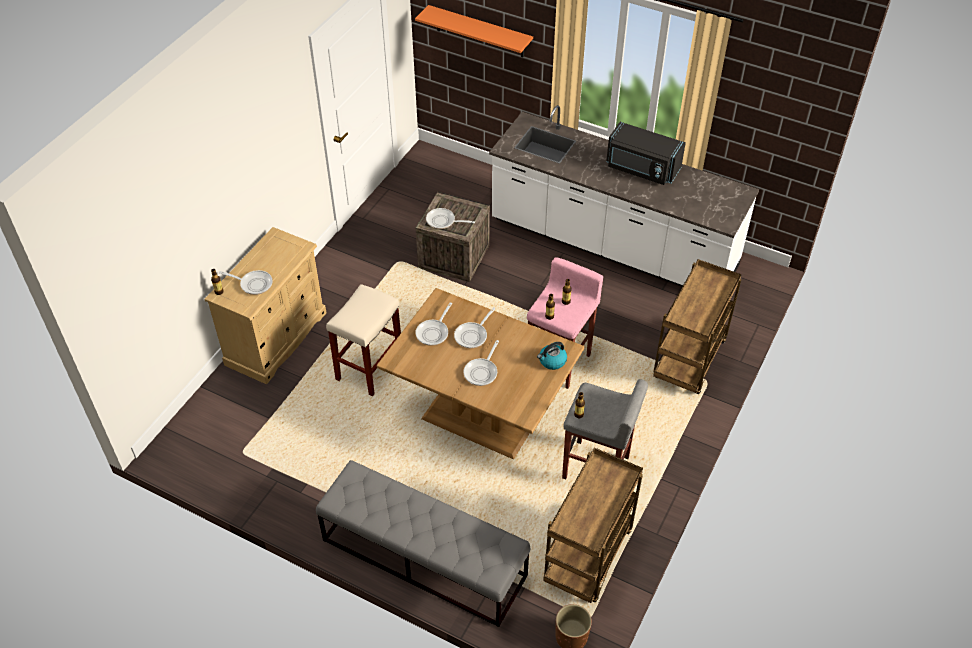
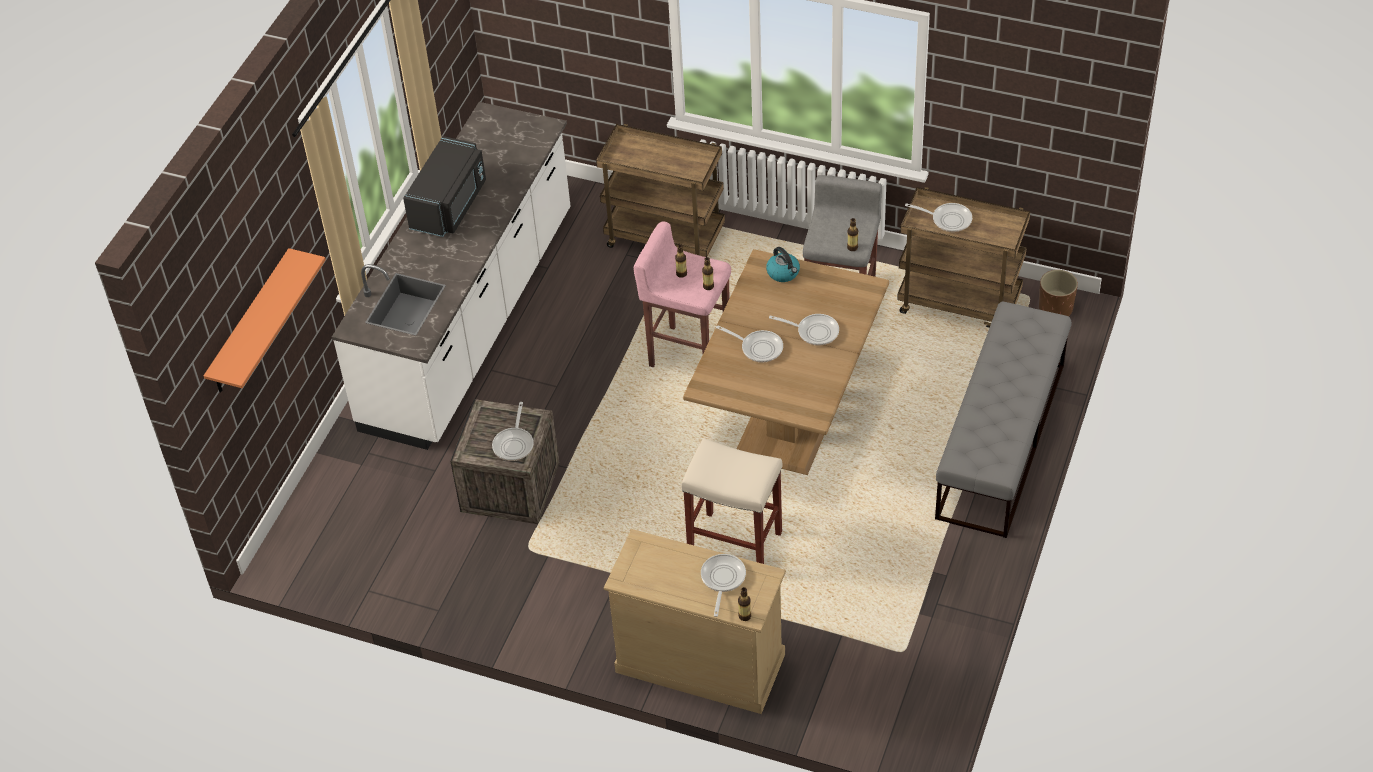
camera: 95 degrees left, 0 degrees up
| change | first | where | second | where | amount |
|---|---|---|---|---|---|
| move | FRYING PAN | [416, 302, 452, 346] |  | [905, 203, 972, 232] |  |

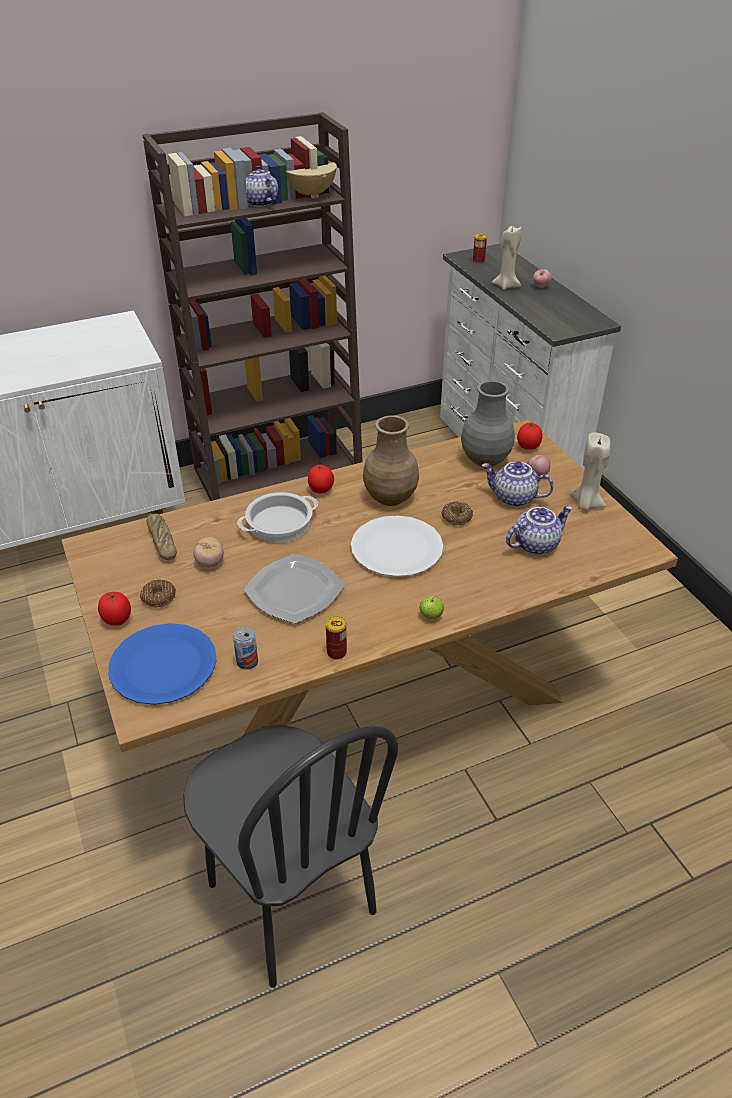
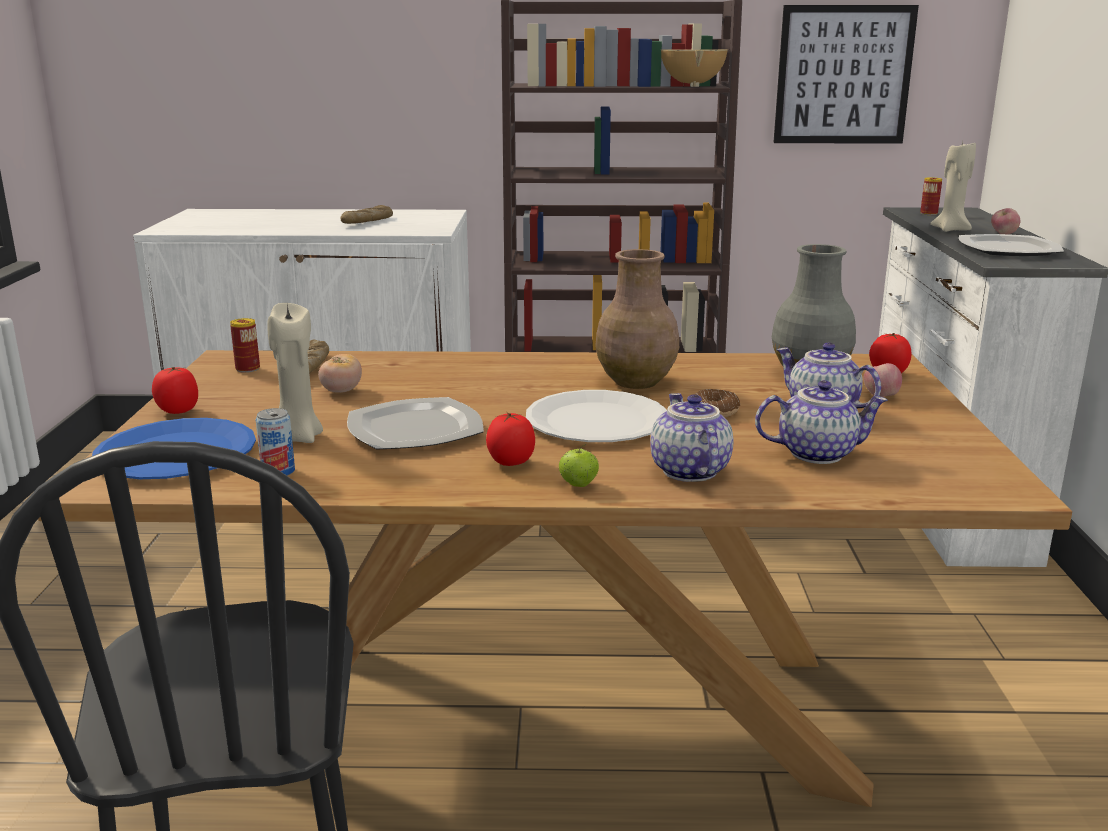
camera: 25 degrees right, 20 degrees down
| change | first | where | second | where | amount |
|---|---|---|---|---|---|
| delete | DONUT | [140, 580, 176, 607] |  |  |  |
| delete | COOKING POT | [237, 492, 318, 543] |  |  |  |
| move | TEAPOT | [246, 166, 278, 207] |  | [650, 393, 733, 482] |  |
| move | TOMATO | [308, 465, 334, 494] |  | [486, 412, 535, 466] |  |
| move | CAN | [326, 616, 347, 660] |  | [230, 318, 260, 373] |  |
| move | BEIGE CANDLE | [570, 433, 611, 511] |  | [267, 303, 323, 443] |  |
| insert |  |  | BREAD | [341, 205, 393, 224] |  |
| insert |  |  | PICTURE | [773, 5, 919, 144] |  |
| insert |  |  | PLATE | [959, 234, 1064, 256] |  |

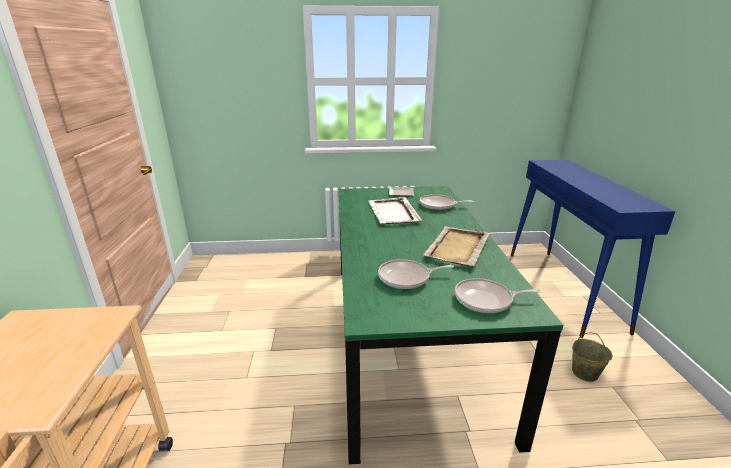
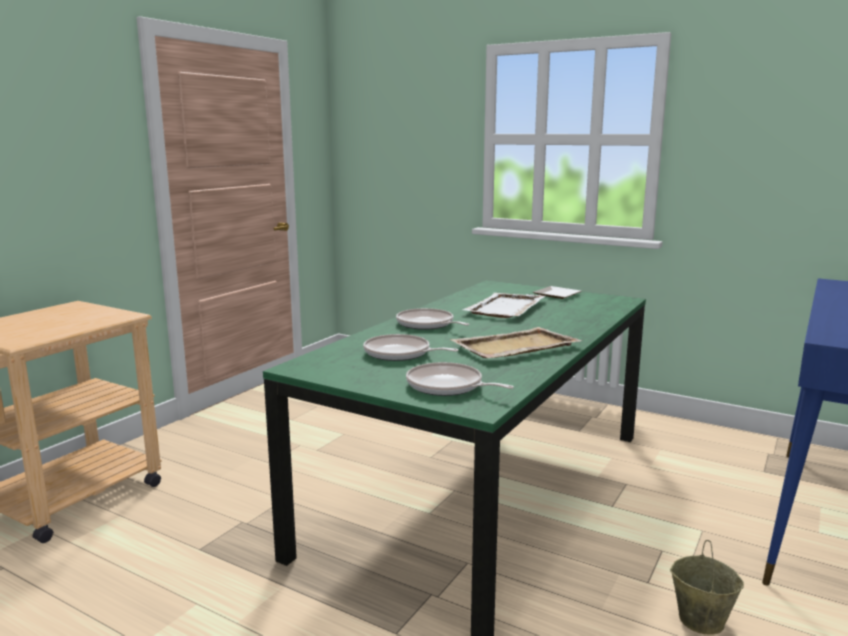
camera: 35 degrees right, 10 degrees down
| change | first | where | second | where | amount |
|---|---|---|---|---|---|
| move | FRYING PAN | [420, 194, 474, 210] |  | [396, 308, 470, 330] |  |

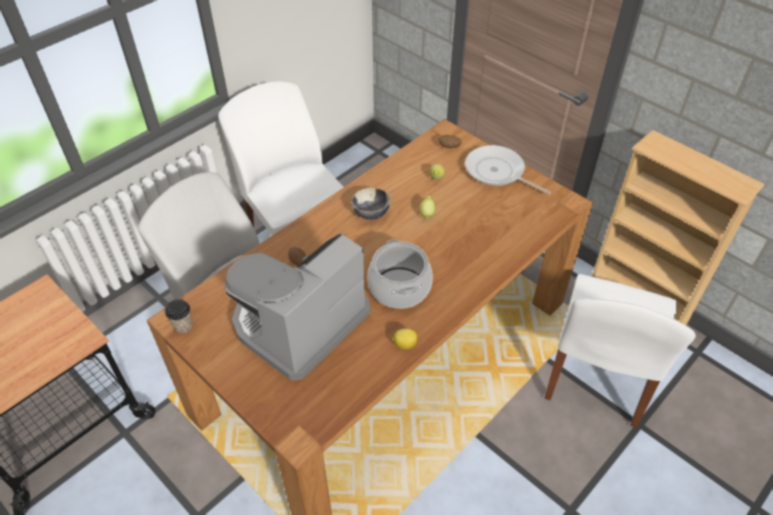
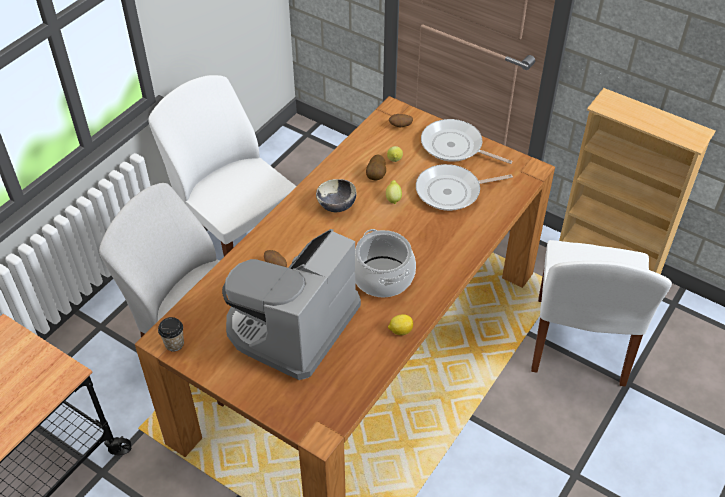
camera: 10 degrees left, 0 degrees up
| change | first | where | second | where | amount |
|---|---|---|---|---|---|
| insert |  |  | POTATO | [366, 154, 386, 180] |  |
| insert |  |  | FRYING PAN | [416, 164, 513, 211] |  |

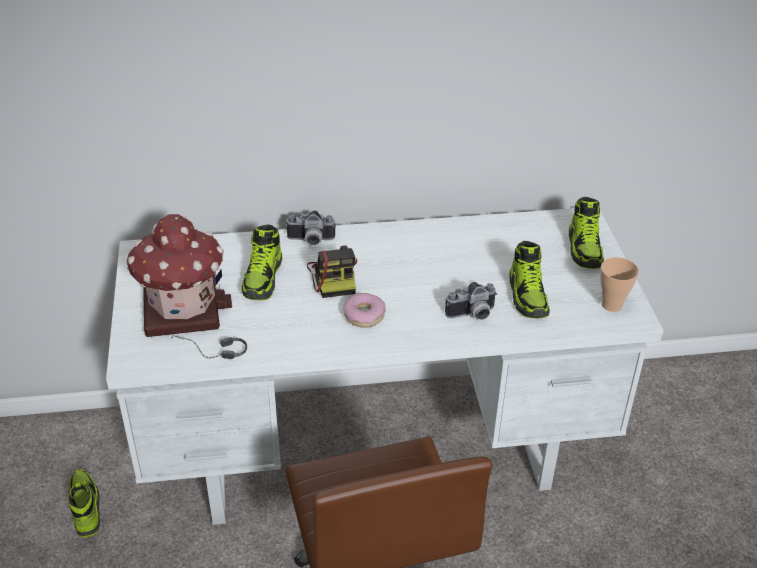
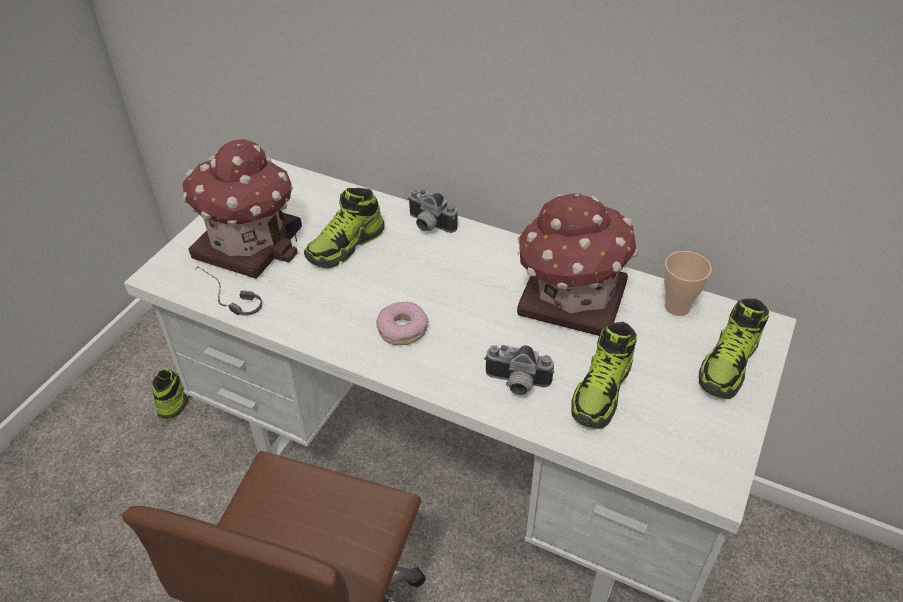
camera: 35 degrees right, 5 degrees up
| change | first | where | second | where | amount |
|---|---|---|---|---|---|
| delete | PHOTO CAMERA | [307, 245, 357, 298] |  |  |  |
| move | CUP | [600, 257, 639, 312] |  | [664, 251, 712, 316] |  |
| insert |  |  | TOY HOUSE | [517, 194, 638, 336] |  |

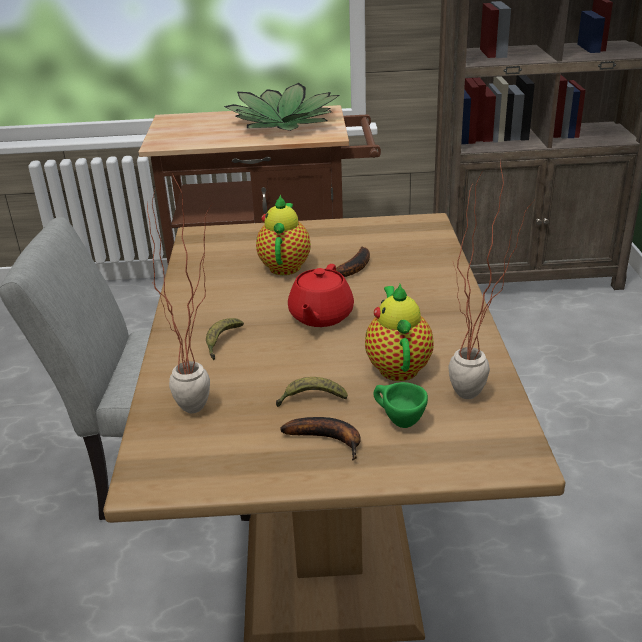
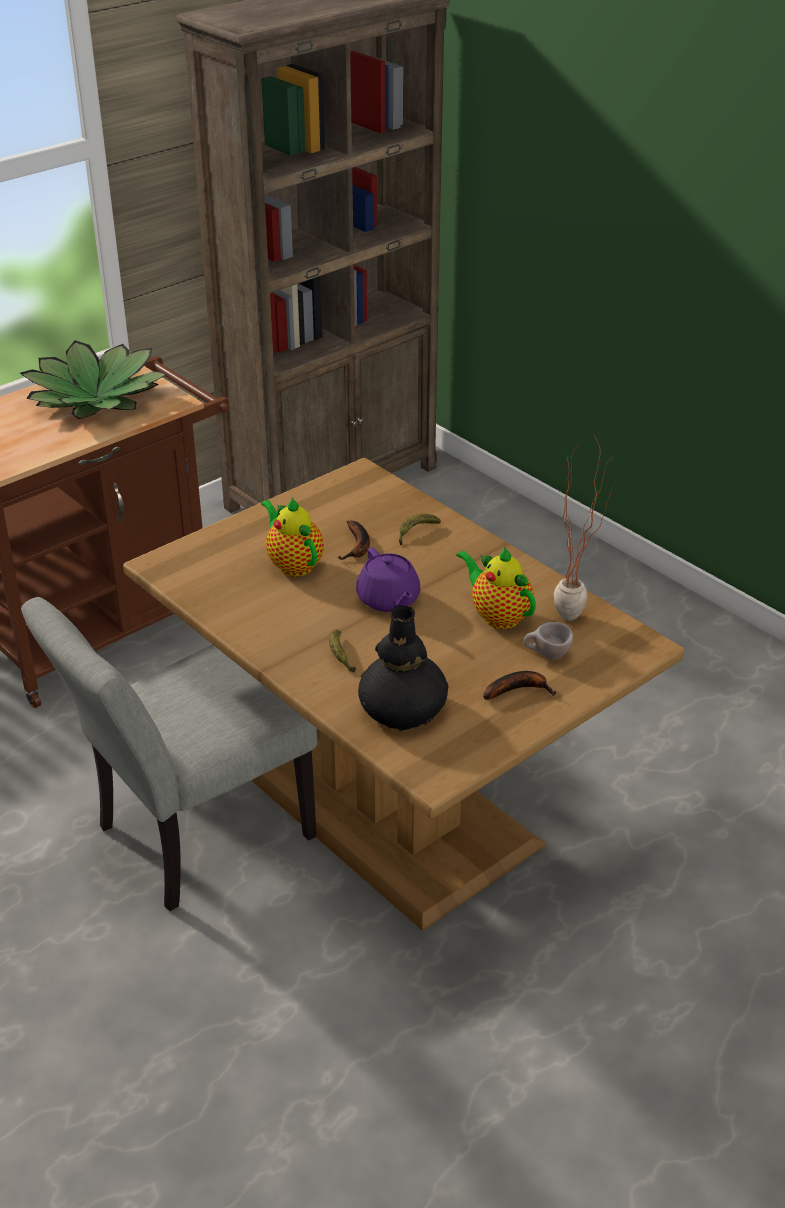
camera: 40 degrees left, 5 degrees up
| change | first | where | second | where | amount |
|---|---|---|---|---|---|
| replace | POTTED PLANT | [147, 176, 212, 413] | BLACK VASE | [358, 605, 448, 731] |  |
| move | BANANA | [276, 377, 348, 407] |  | [399, 514, 441, 545] |  |
| recolor | RED TEAPOT | [288, 264, 354, 327] | PURPLE TEAPOT | [356, 548, 420, 612] |  |
| recolor | GREEN CUP | [374, 382, 428, 428] | BEIGE CUP | [524, 622, 573, 660] |  |

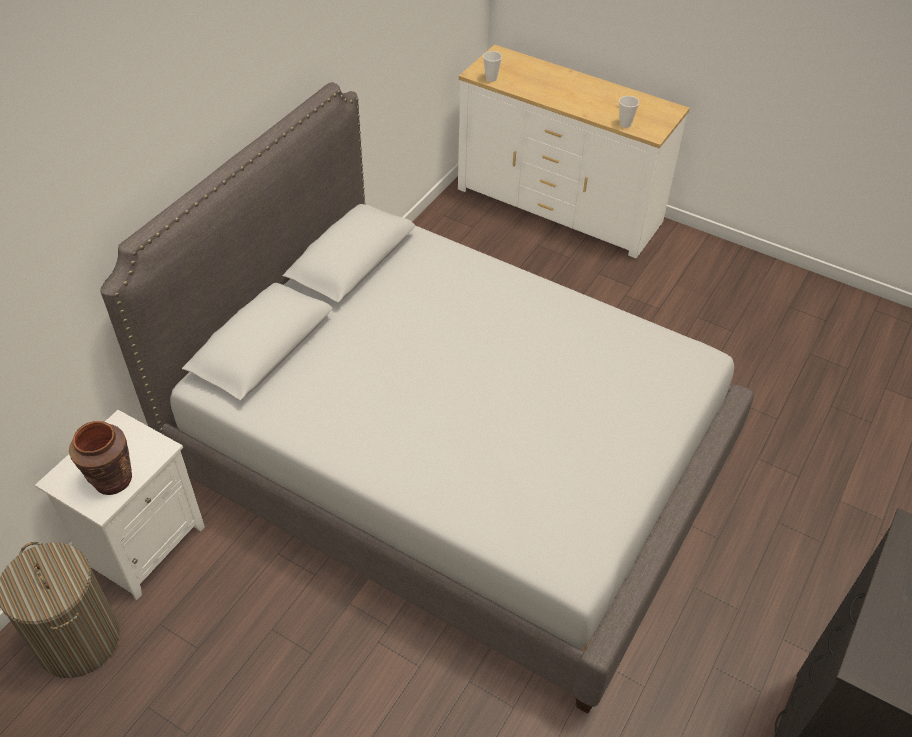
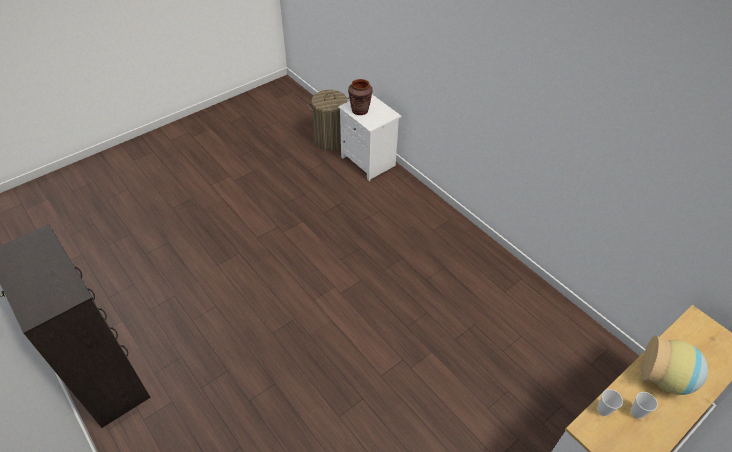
camera: 110 degrees right, 0 degrees up
| change | first | where | second | where | amount |
|---|---|---|---|---|---|
| delete | GREY BED | [100, 82, 754, 714] |  |  |  |
| move | CUP | [483, 51, 502, 82] |  | [631, 392, 658, 419] |  |
| insert |  |  | VASE | [641, 336, 708, 395] |  |

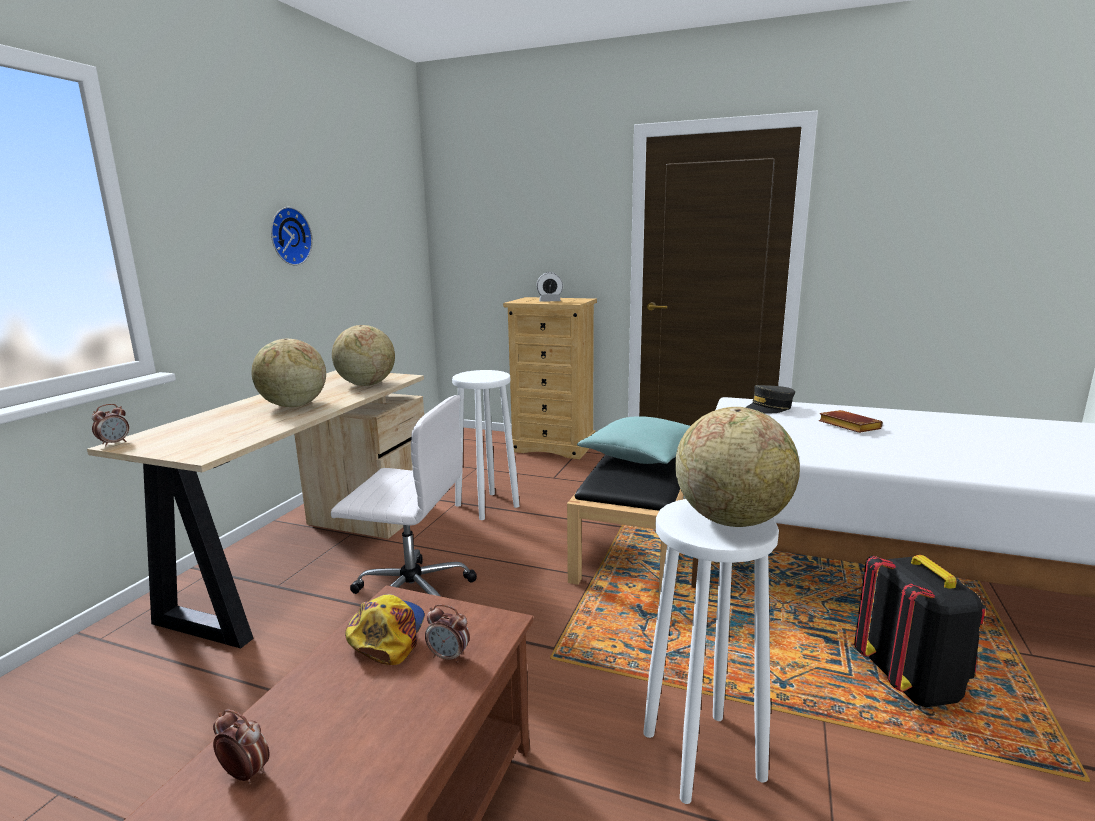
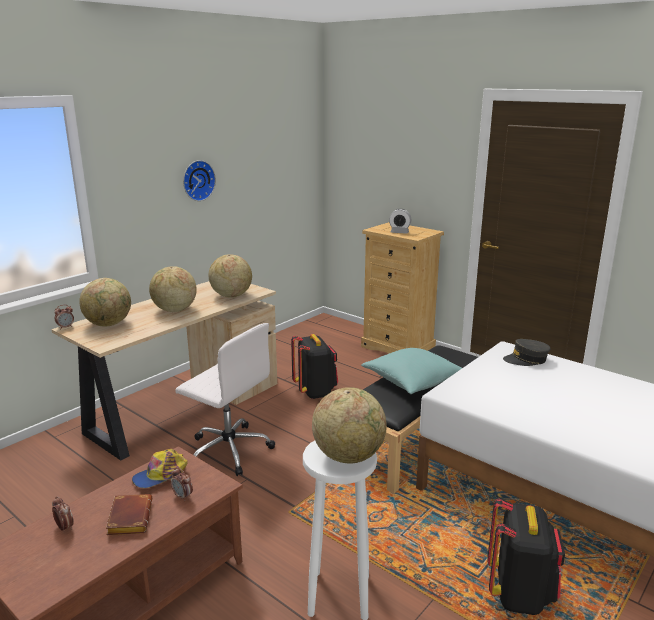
camera: 20 degrees right, 5 degrees up
| change | first | where | second | where | amount |
|---|---|---|---|---|---|
| rotate | CAP | [345, 594, 425, 665] |  | [132, 449, 188, 488] | 150 degrees counterclockwise |
| replace | WHITE STOOL | [452, 370, 519, 520] | BLACK BACKPACK | [291, 334, 338, 399] |  |
| move | BROWN BOOK | [819, 410, 883, 433] |  | [106, 494, 152, 535] |  |
| insert |  |  | GLOBE | [79, 278, 131, 327] |  |

